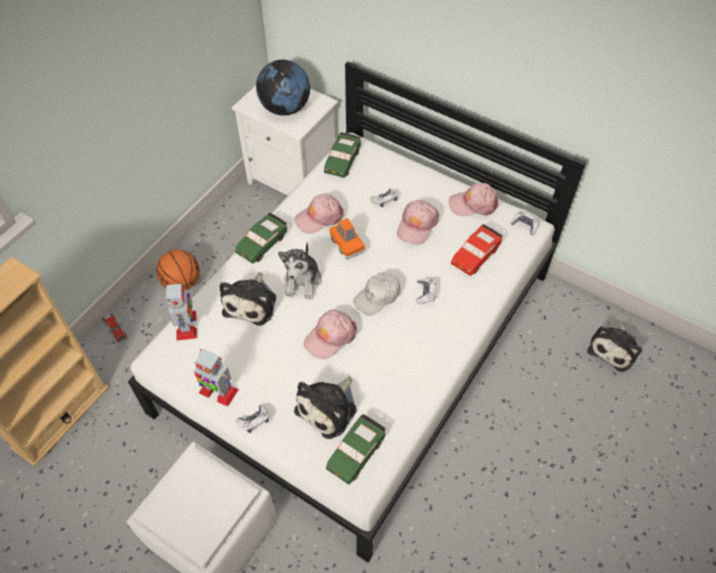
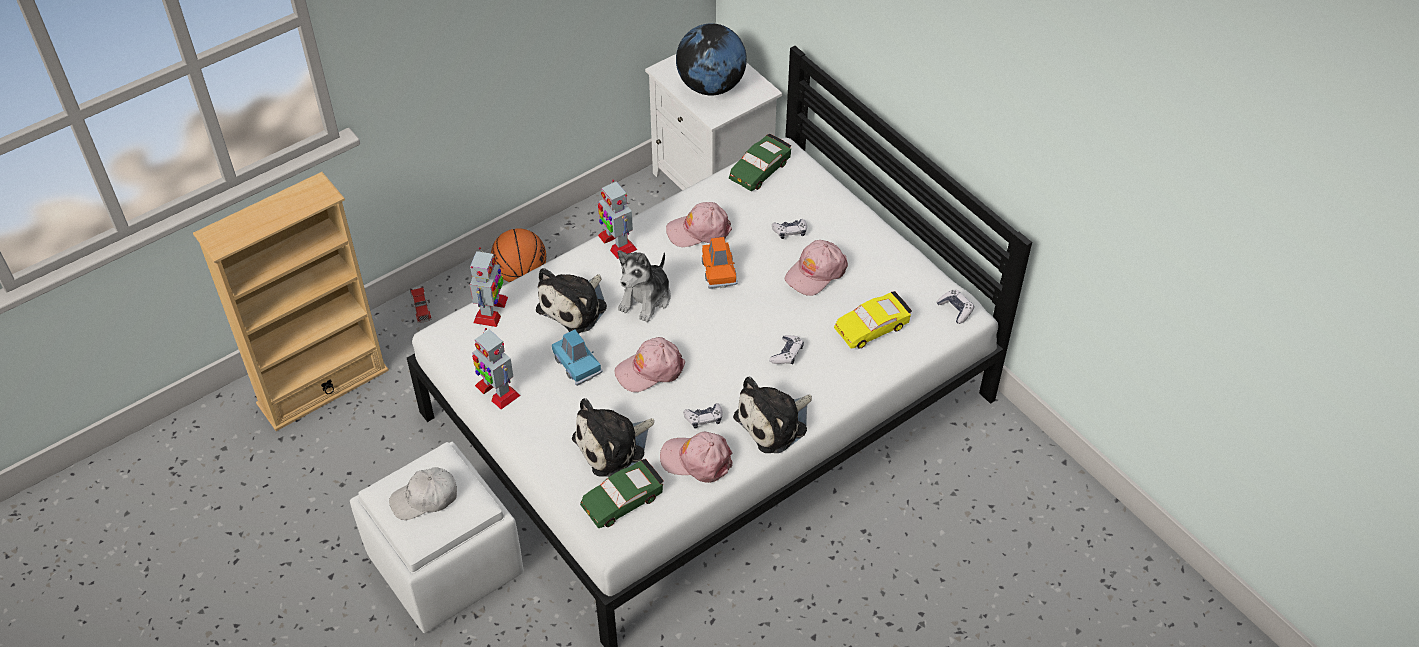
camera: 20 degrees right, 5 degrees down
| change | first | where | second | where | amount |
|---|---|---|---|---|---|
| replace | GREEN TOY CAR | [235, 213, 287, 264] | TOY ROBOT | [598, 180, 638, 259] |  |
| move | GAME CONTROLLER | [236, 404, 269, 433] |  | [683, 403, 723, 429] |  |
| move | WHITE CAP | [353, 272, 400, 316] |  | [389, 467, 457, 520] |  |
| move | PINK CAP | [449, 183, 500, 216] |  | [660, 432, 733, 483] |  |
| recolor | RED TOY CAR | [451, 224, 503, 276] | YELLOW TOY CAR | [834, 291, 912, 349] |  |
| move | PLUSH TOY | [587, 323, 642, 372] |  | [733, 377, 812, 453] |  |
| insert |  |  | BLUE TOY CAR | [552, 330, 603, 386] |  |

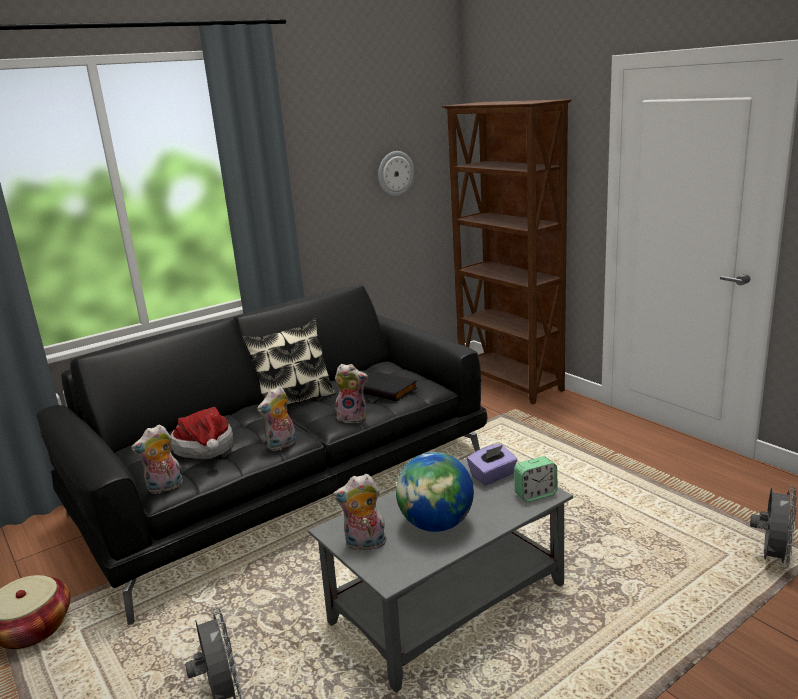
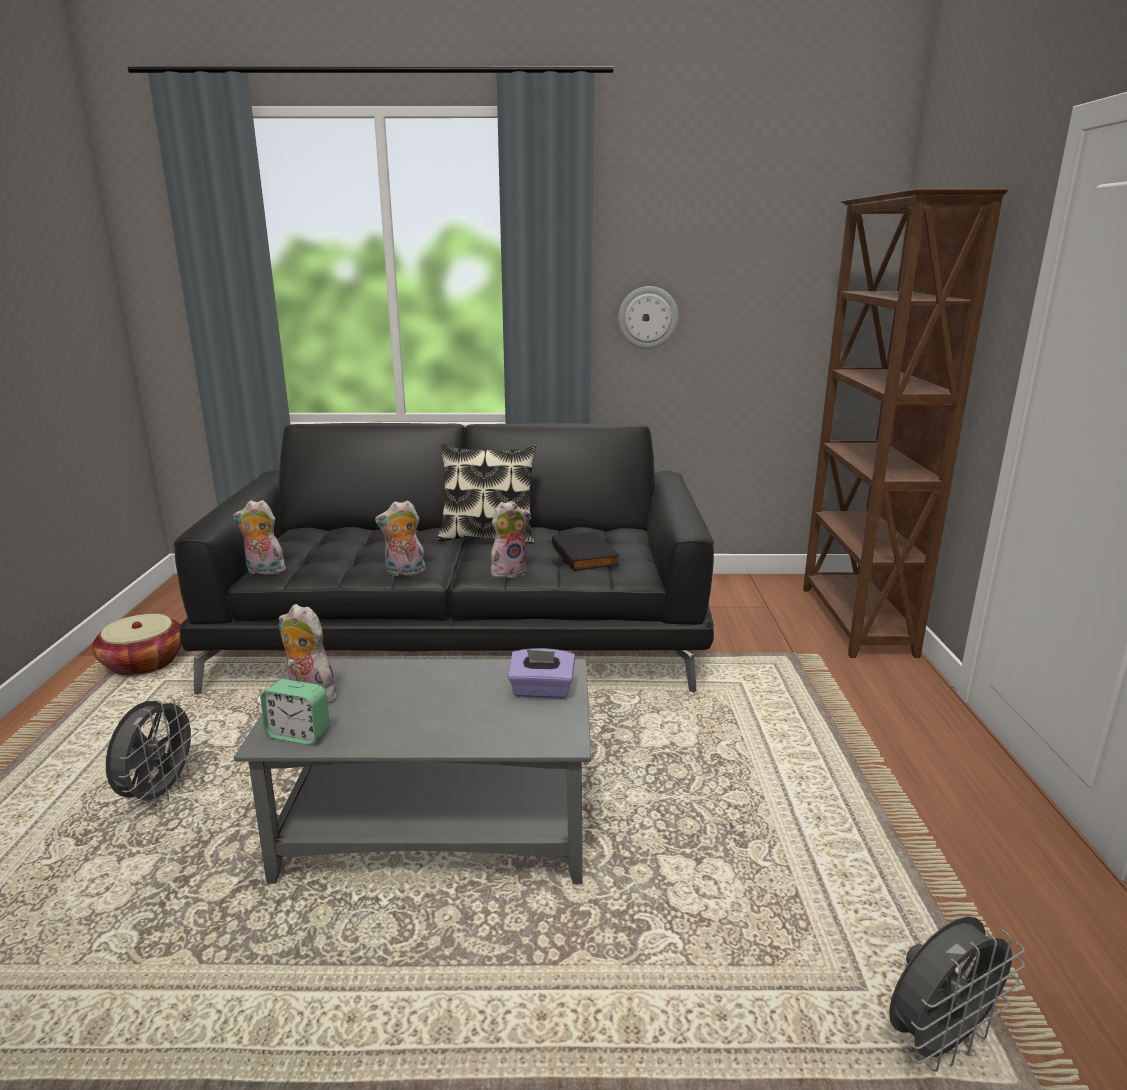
camera: 35 degrees right, 0 degrees up
| change | first | where | second | where | amount |
|---|---|---|---|---|---|
| delete | HAT | [171, 407, 233, 459] |  |  |  |
| rotate | PLUSH TOY | [335, 364, 368, 423] |  | [491, 501, 531, 578] | 75 degrees counterclockwise |
| move | WALL CLOCK | [378, 151, 414, 197] |  | [618, 286, 679, 349] |  |
| delete | GLOBE | [396, 452, 474, 532] |  |  |  |
| move | ALARM CLOCK | [514, 456, 558, 502] |  | [260, 679, 330, 745] |  |

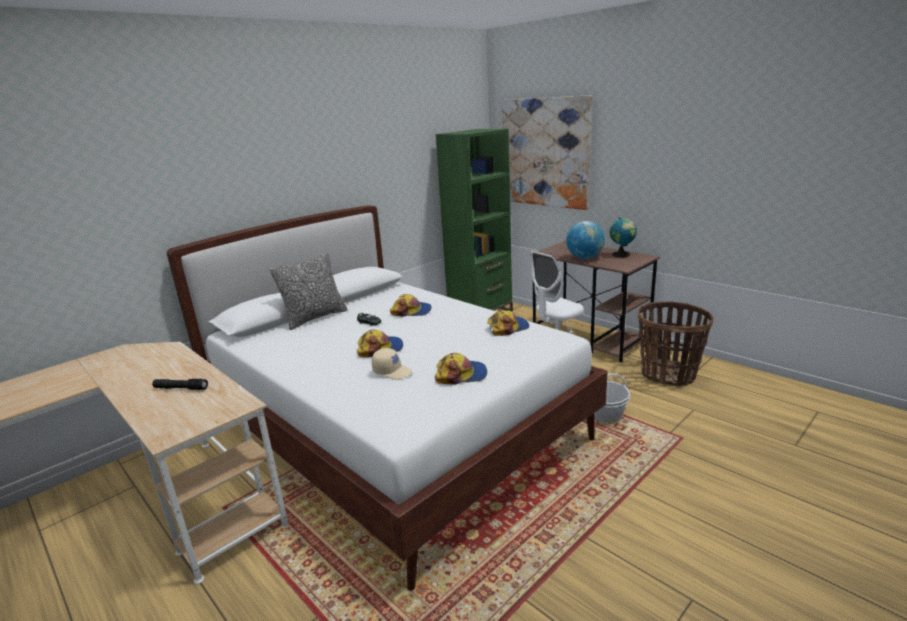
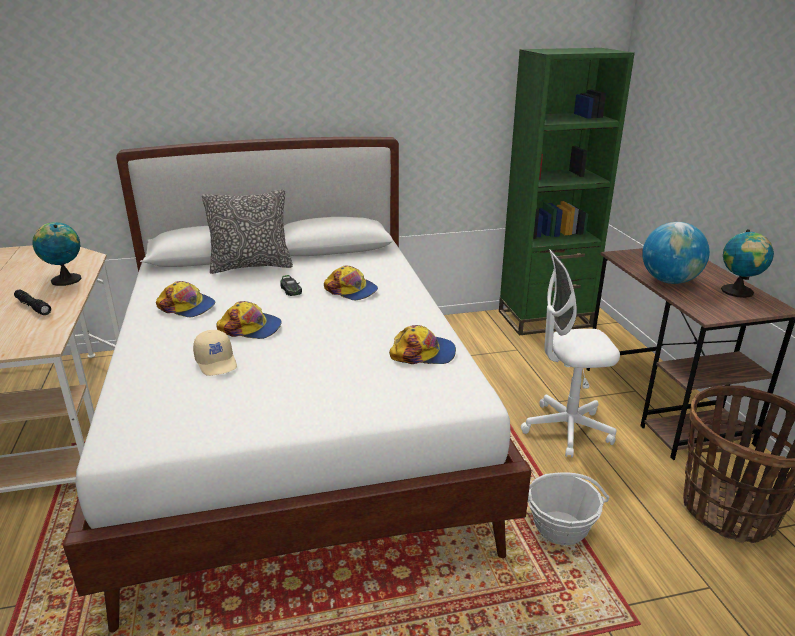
camera: 30 degrees right, 5 degrees up
| change | first | where | second | where | amount |
|---|---|---|---|---|---|
| move | CAP | [435, 353, 487, 385] |  | [156, 281, 215, 317] |  |
| delete | PICTURE | [502, 95, 592, 210] |  |  |  |
| insert |  |  | GLOBE | [32, 222, 82, 286] |  |

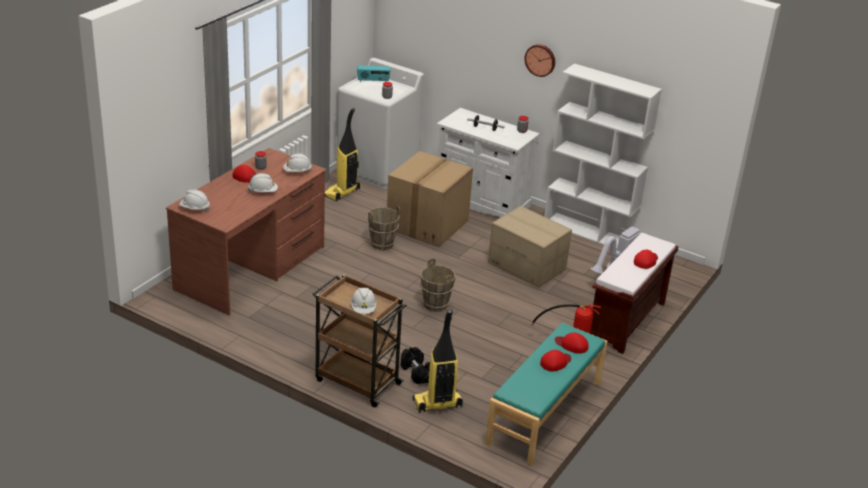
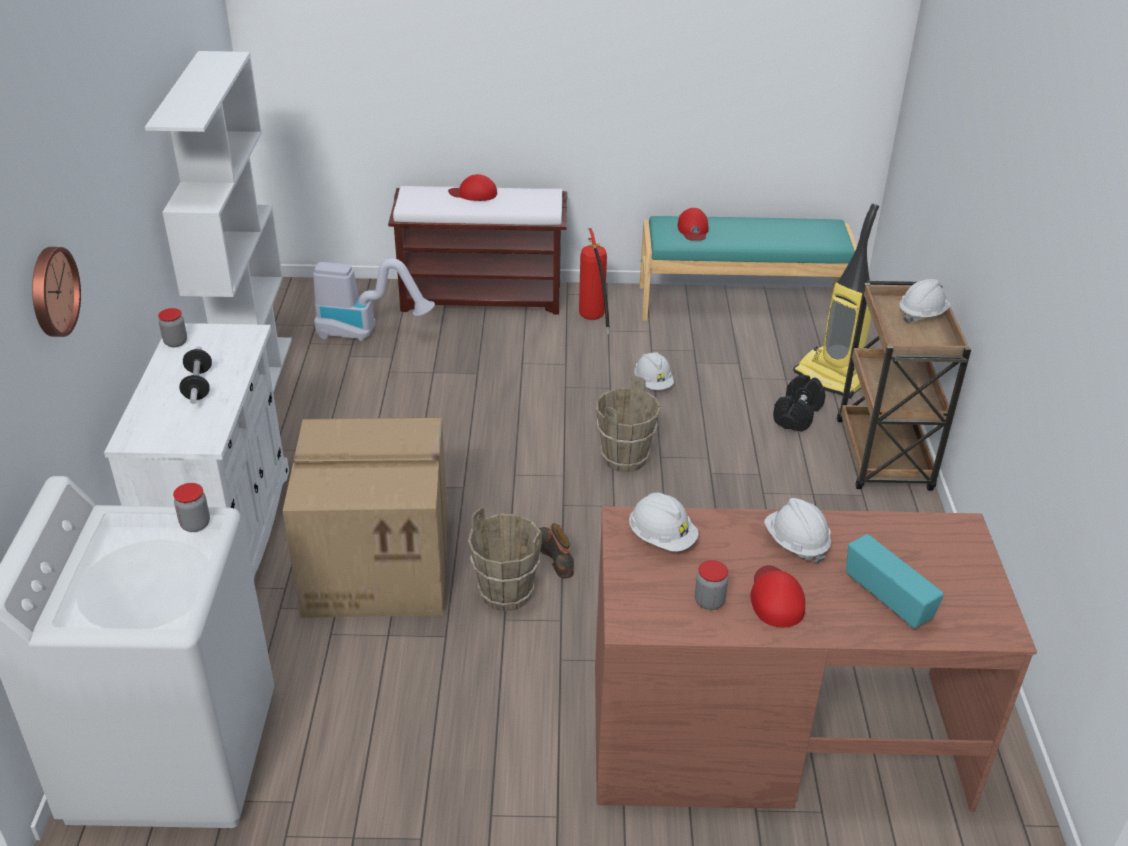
camera: 120 degrees left, 5 degrees up
| change | first | where | second | where | amount |
|---|---|---|---|---|---|
| move | WHITE HARD HAT | [179, 190, 210, 211] |  | [634, 352, 674, 390] |  |
| delete | VACUUM CLEANER | [325, 108, 360, 201] |  |  |  |
| move | RADIO | [357, 66, 391, 82] |  | [846, 534, 944, 628] |  |
| delete | CARDBOARD BOX | [488, 206, 572, 288] |  |  |  |
| move | WALL CLOCK | [525, 44, 555, 77] |  | [32, 247, 81, 337] |  |
| delete | RED CAP | [540, 350, 571, 371] |  |  |  |
| insert |  |  | BOOT | [539, 523, 574, 578] |  |

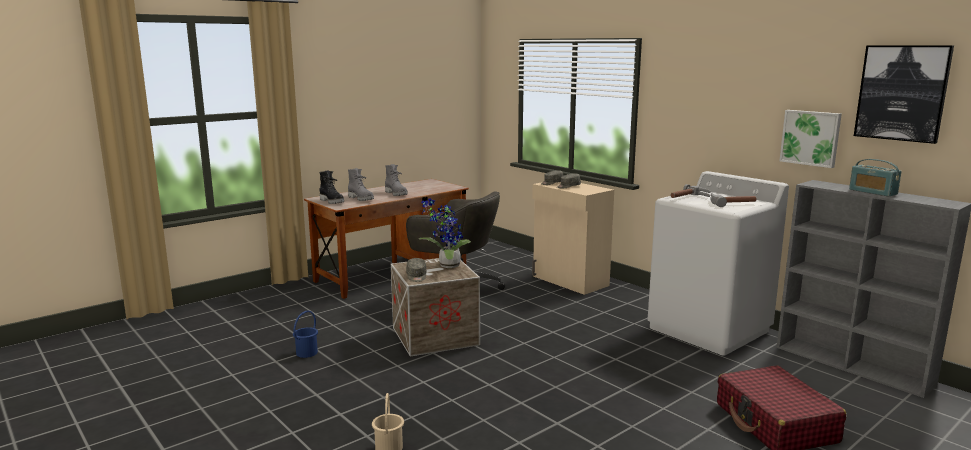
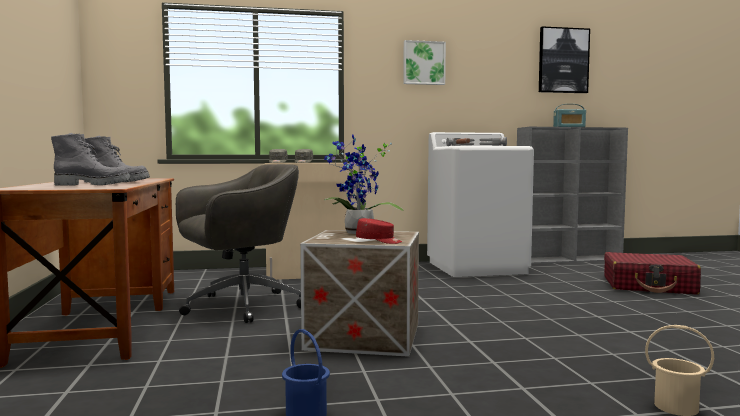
camera: 60 degrees left, 10 degrees down
| change | first | where | second | where | amount |
|---|---|---|---|---|---|
| delete | BLACK BOOT | [319, 170, 344, 204] |  |  |  |
| recolor | GREY CAP | [406, 258, 426, 282] | RED CAP | [356, 218, 402, 244] |  |
| move | PICTURE | [779, 110, 842, 168] |  | [403, 40, 446, 85] |  |

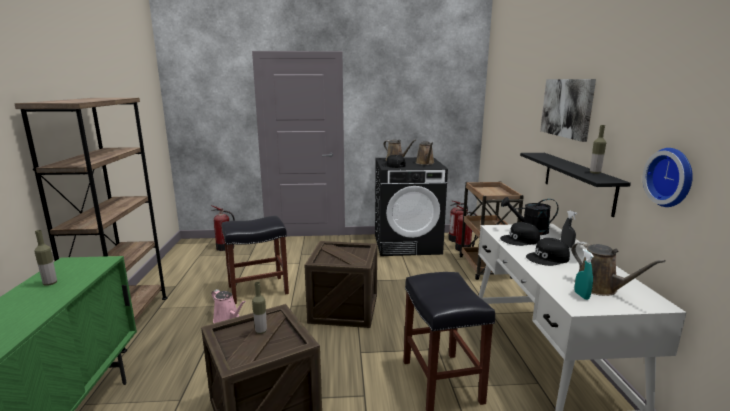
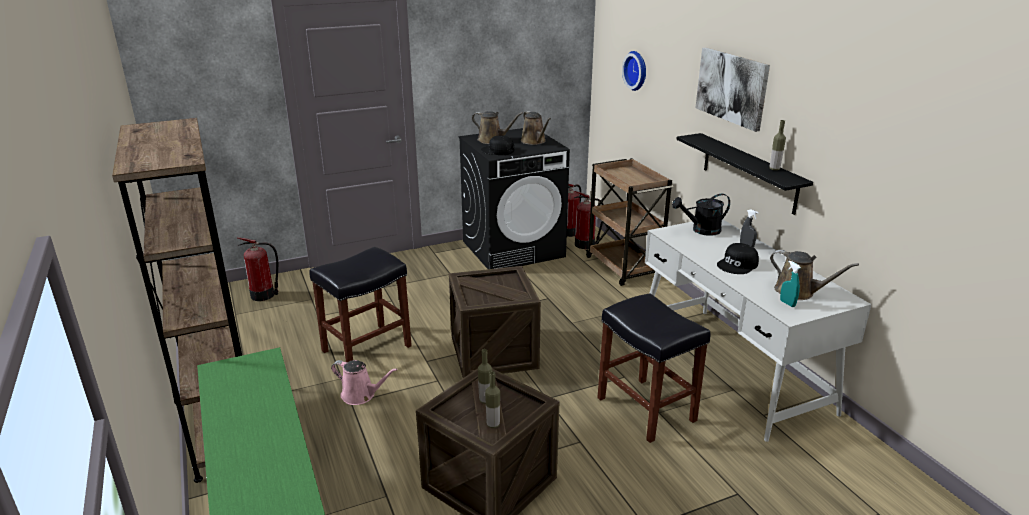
camera: 20 degrees left, 10 degrees up
| change | first | where | second | where | amount |
|---|---|---|---|---|---|
| move | BOTTLE | [35, 230, 57, 286] |  | [485, 371, 500, 428] |  |
| delete | BLACK CAP | [500, 222, 540, 246] |  |  |  |
| move | WALL CLOCK | [643, 148, 693, 207] |  | [622, 51, 646, 91] |  |

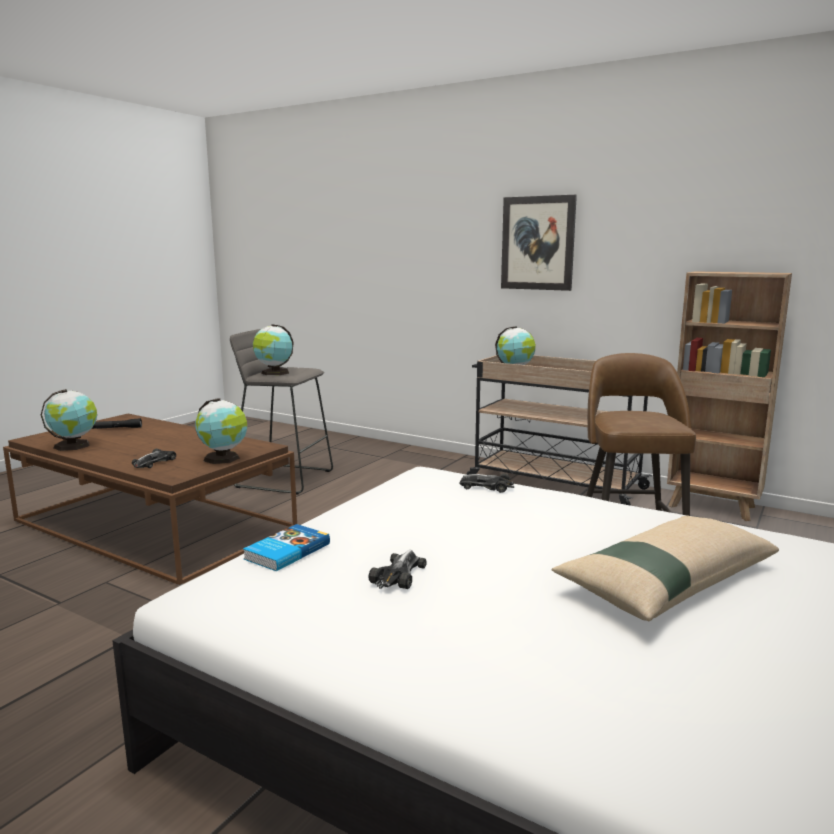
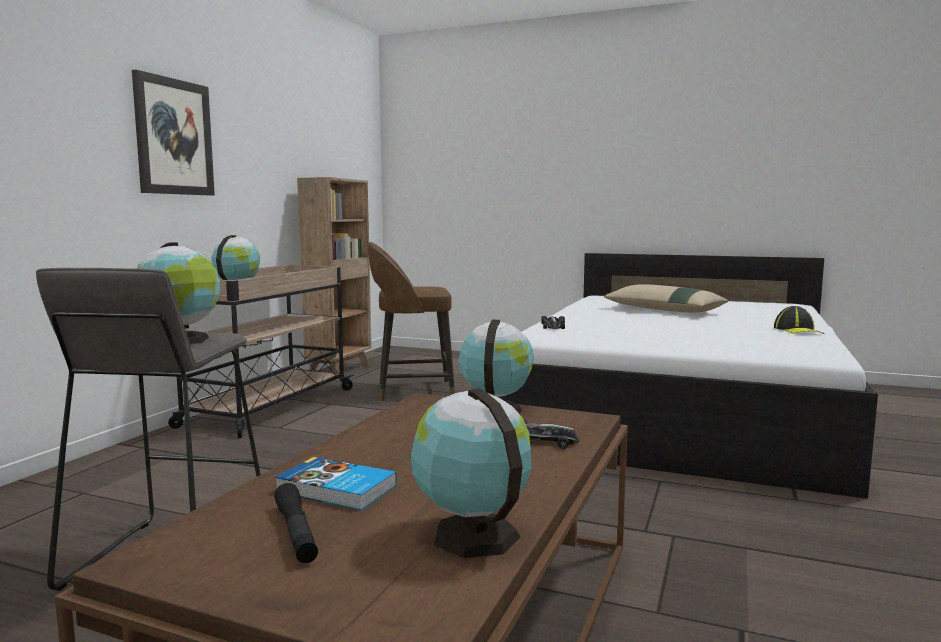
camera: 100 degrees left, 5 degrees down
| change | first | where | second | where | amount |
|---|---|---|---|---|---|
| move | BOOK | [243, 524, 330, 571] |  | [275, 457, 397, 510] |  |
| delete | TOY CAR | [369, 550, 427, 589] |  |  |  |
| insert |  |  | CAP | [774, 306, 824, 334] |  |

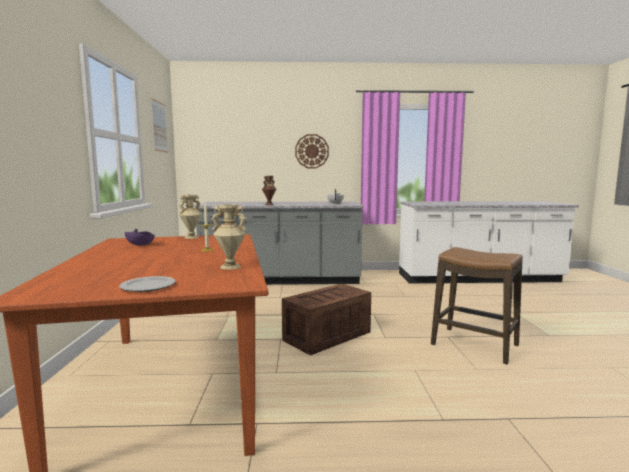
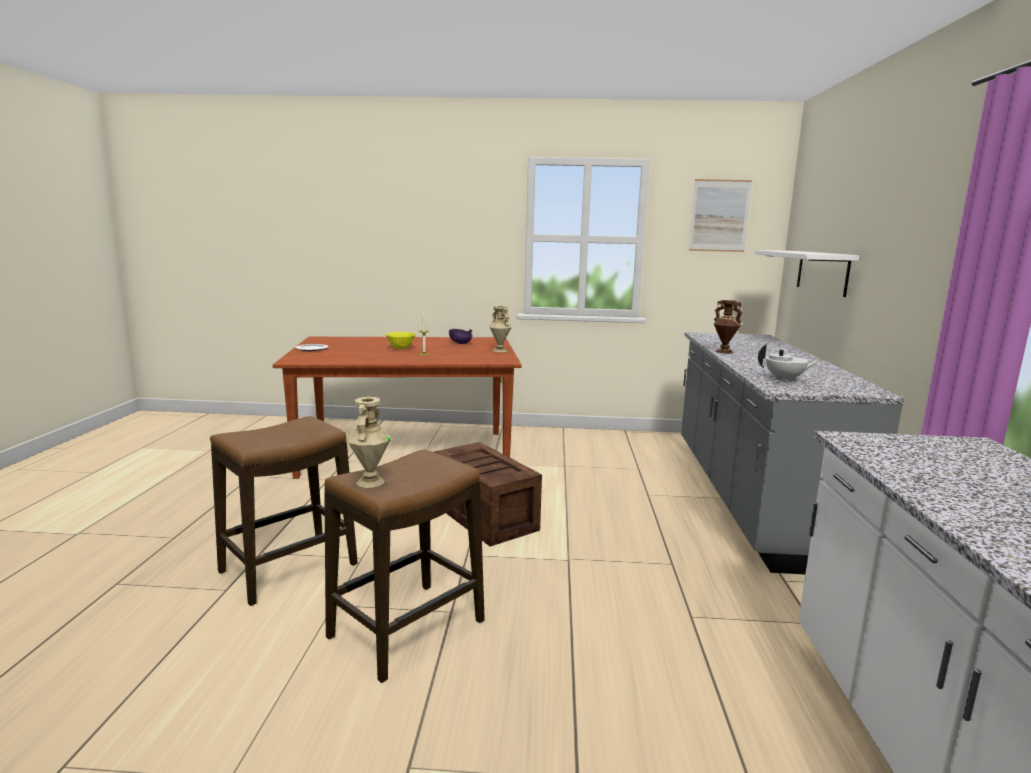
camera: 95 degrees right, 5 degrees up
| change | first | where | second | where | amount |
|---|---|---|---|---|---|
| move | BEIGE VASE | [212, 204, 246, 270] |  | [346, 397, 392, 488] |  |
| delete | WALL CLOCK | [295, 134, 329, 169] |  |  |  |
| insert |  |  | STOOL | [210, 416, 358, 606] |  |
| insert |  |  | YELLOW BOWL | [386, 332, 416, 349] |  |
| insert |  |  | WHITE SHELF | [755, 250, 859, 297] |  |

